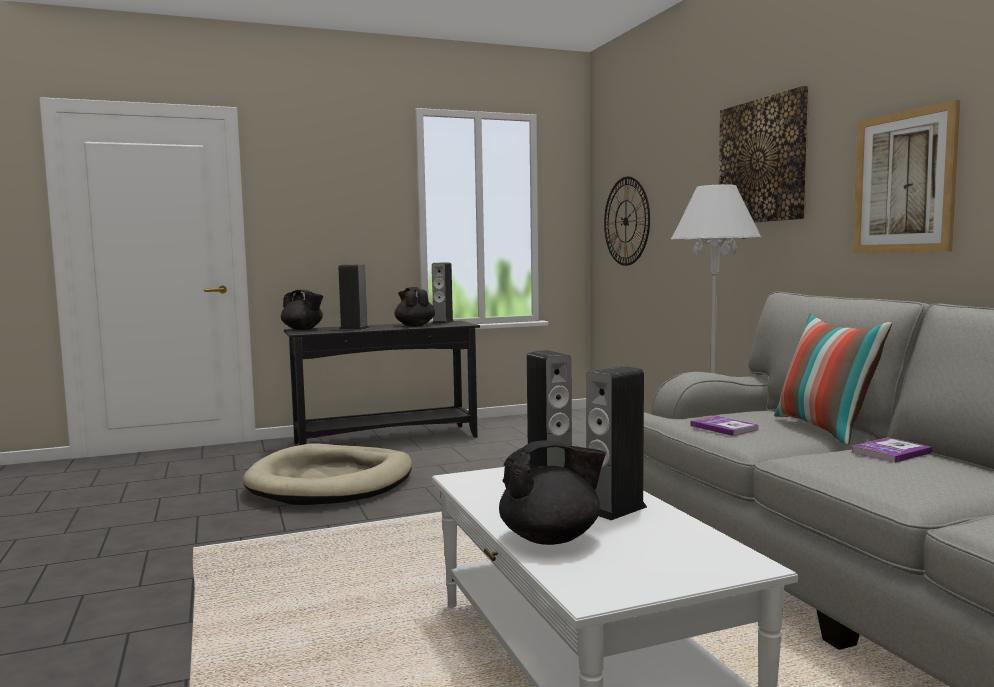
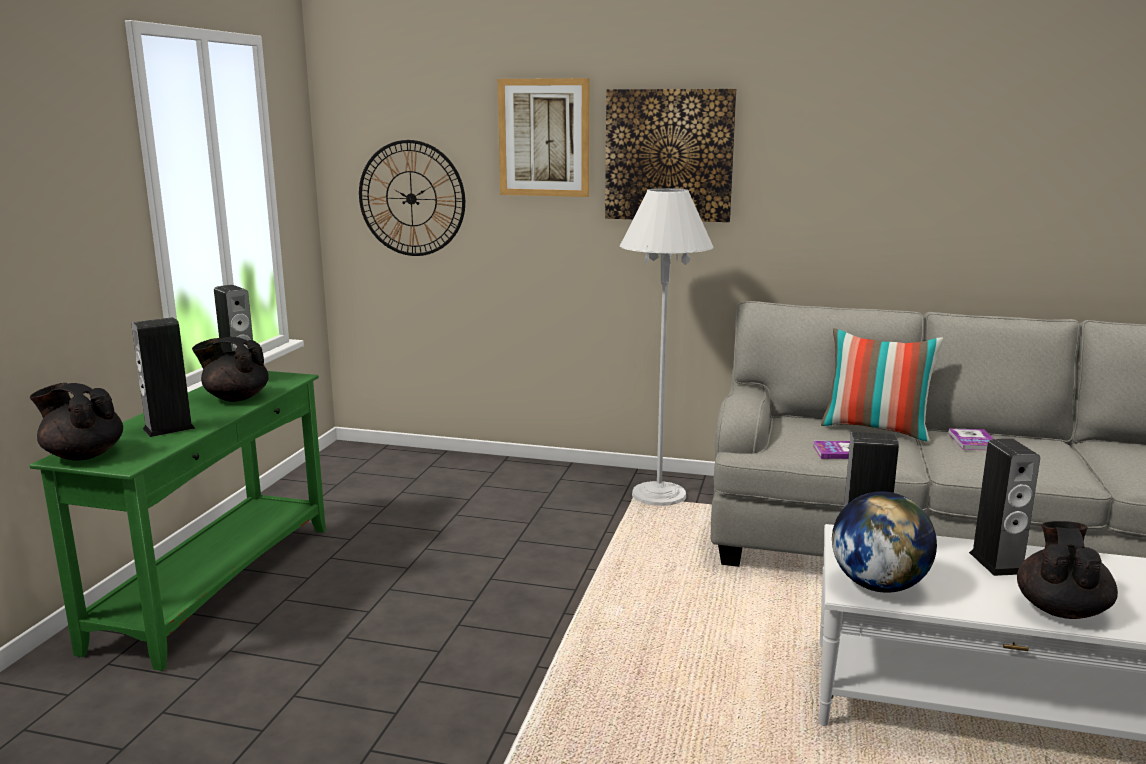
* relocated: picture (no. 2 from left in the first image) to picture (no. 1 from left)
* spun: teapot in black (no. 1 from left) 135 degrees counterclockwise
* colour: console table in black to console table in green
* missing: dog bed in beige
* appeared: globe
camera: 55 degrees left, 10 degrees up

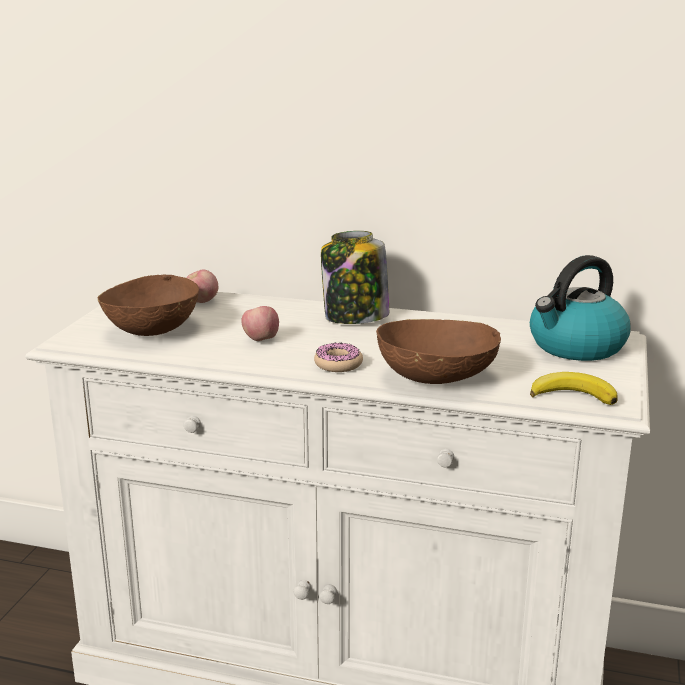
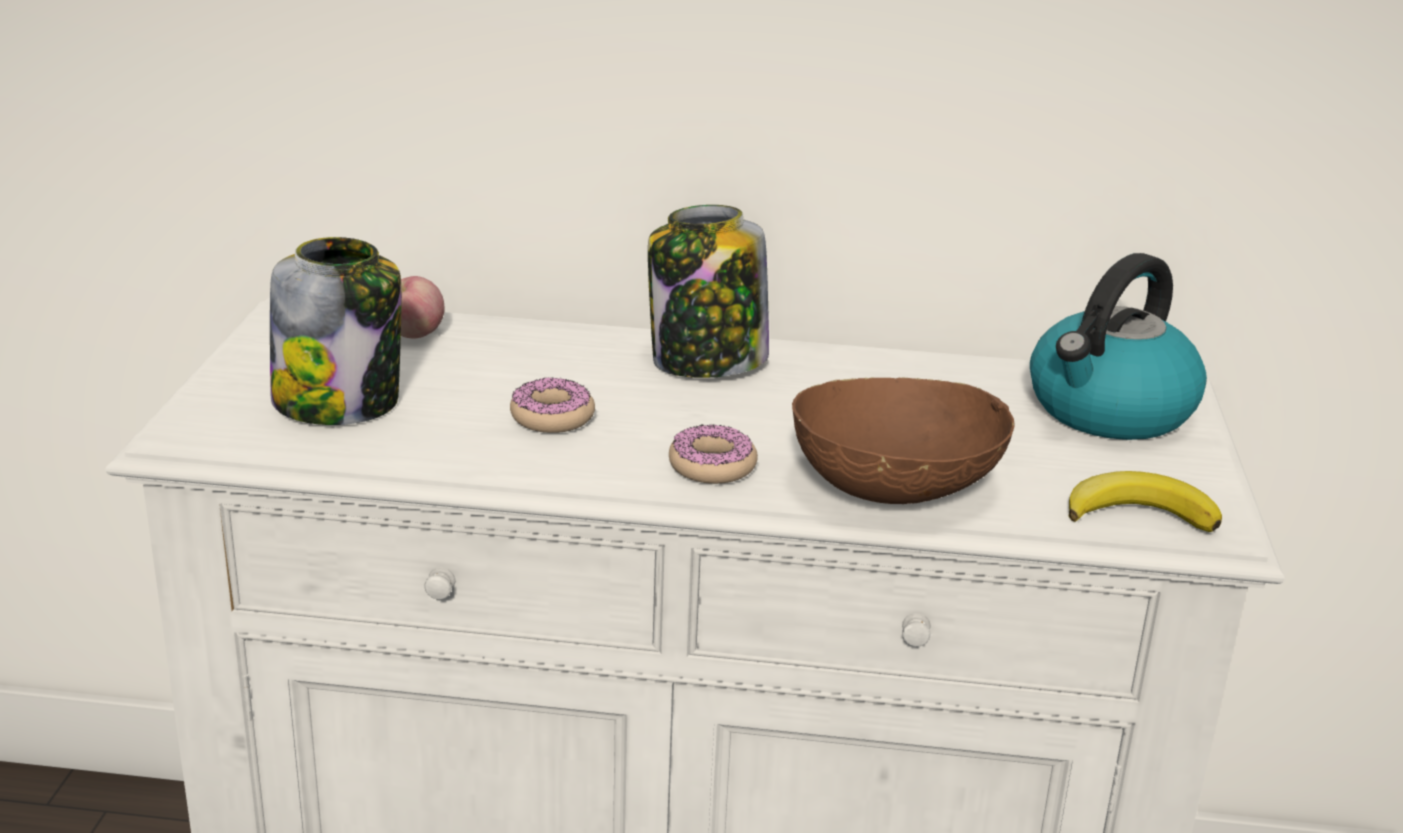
* exchanged: bowl in brown (no. 1 from left) to jar (no. 1 from left)
* exchanged: apple (no. 2 from left) to donut (no. 1 from left)
camera: 10 degrees left, 5 degrees up

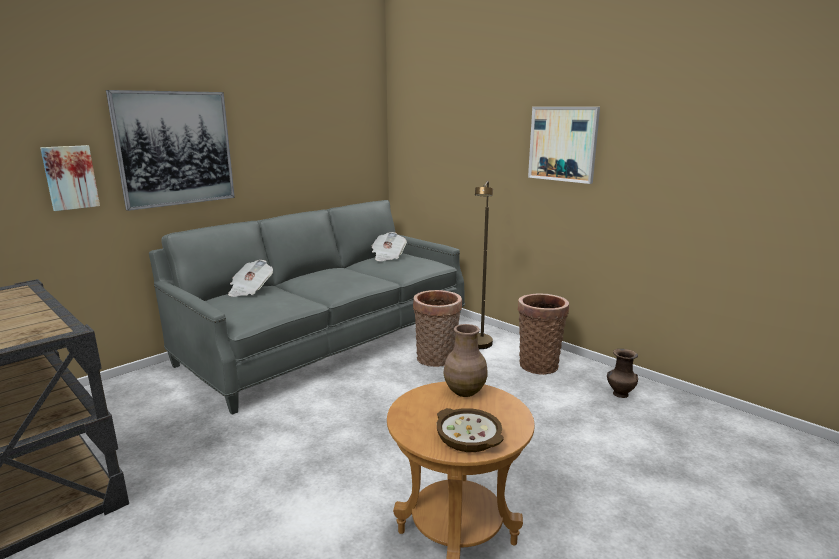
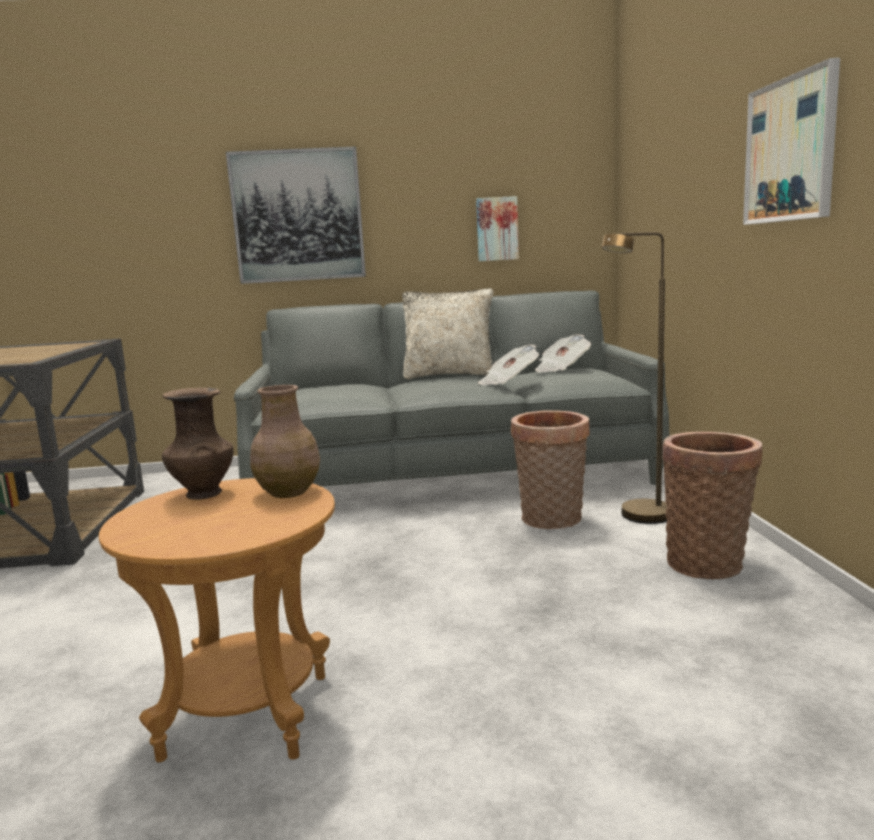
* relocated: picture (no. 1 from left in the first image) to picture (no. 2 from left)
* relocated: newspaper (no. 1 from left)
* relocated: vase in brown (no. 2 from left in the first image) to vase in brown (no. 1 from left)
* missing: bowl
* appeared: pillow in beige
camera: 40 degrees right, 5 degrees down

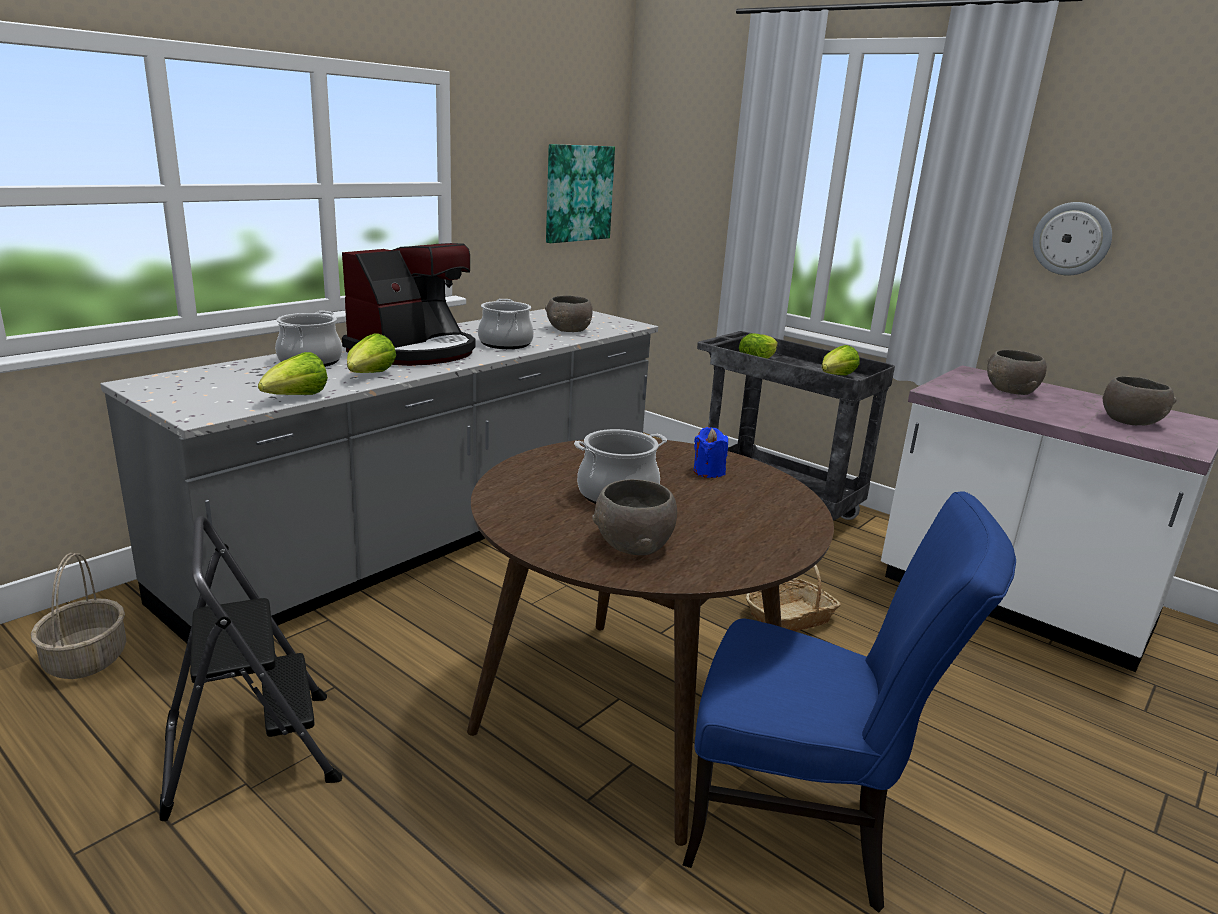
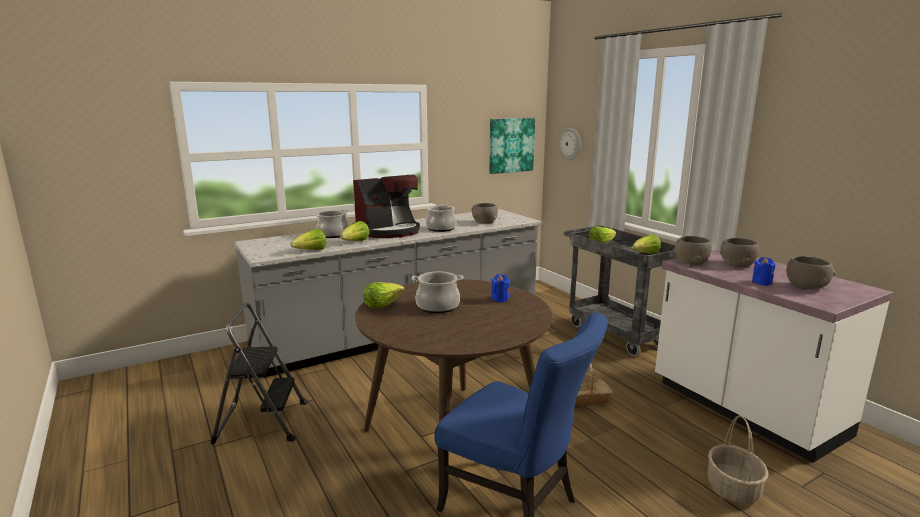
* relocated: wall clock
* relocated: bowl in grey (no. 2 from left)
* relocated: basket (no. 1 from left in the first image) to basket (no. 2 from left)
* appeared: candle in blue (no. 2 from left)
* appeared: lettuce (no. 3 from left)
camera: 20 degrees right, 5 degrees down

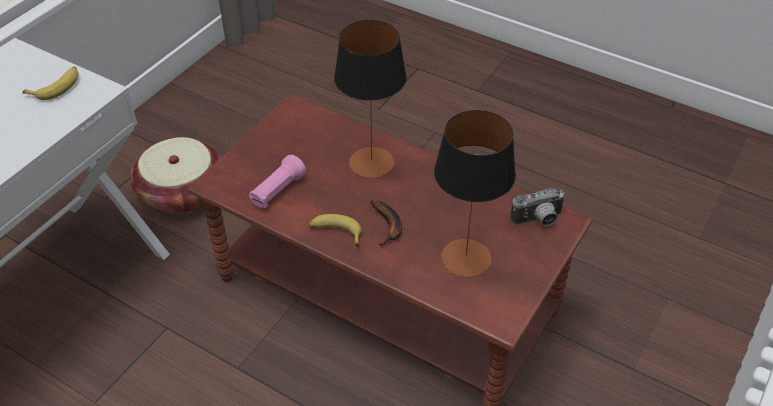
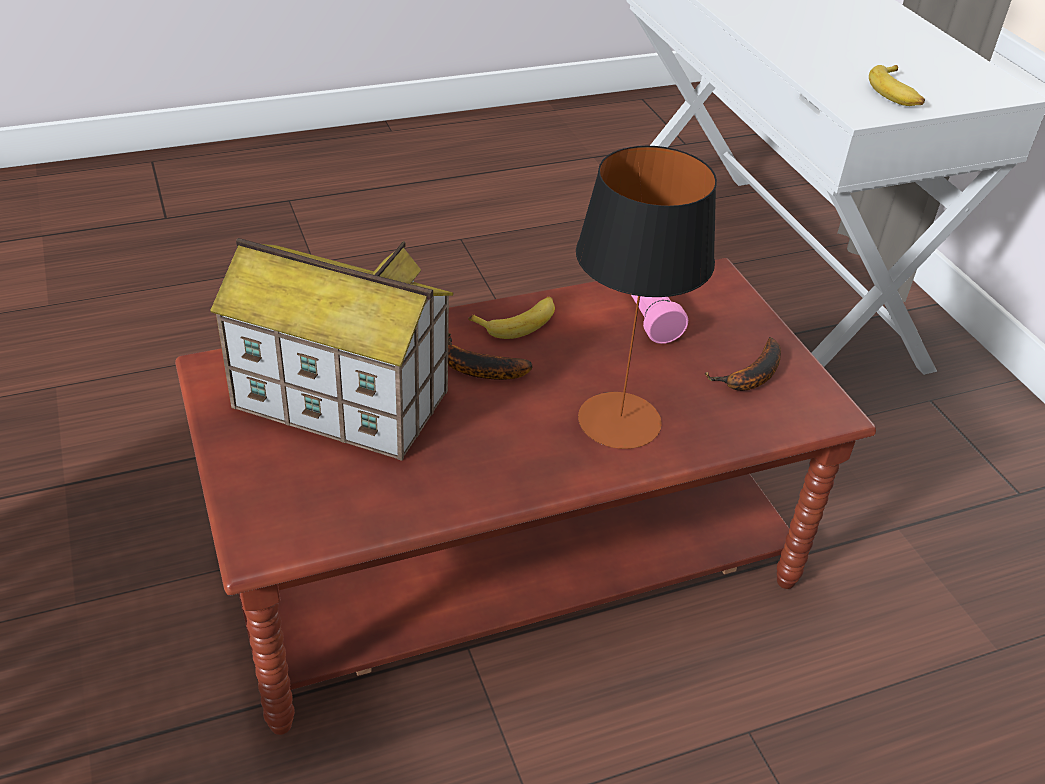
* exchanged: table lamp (no. 2 from left) to toy house
* missing: basket
* missing: photo camera
* appeared: banana (no. 3 from left)
camera: 125 degrees right, 5 degrees down

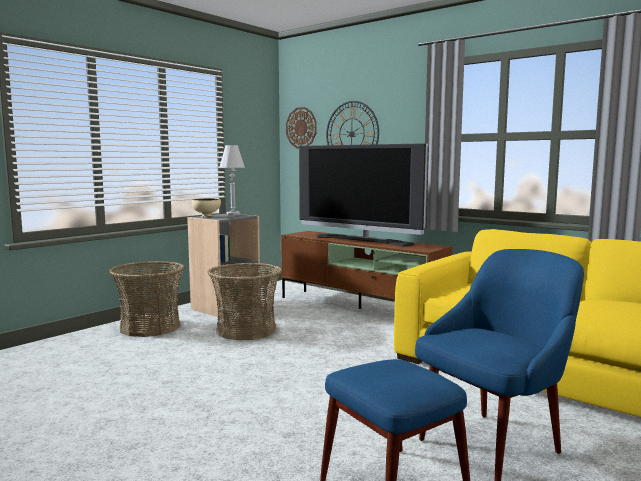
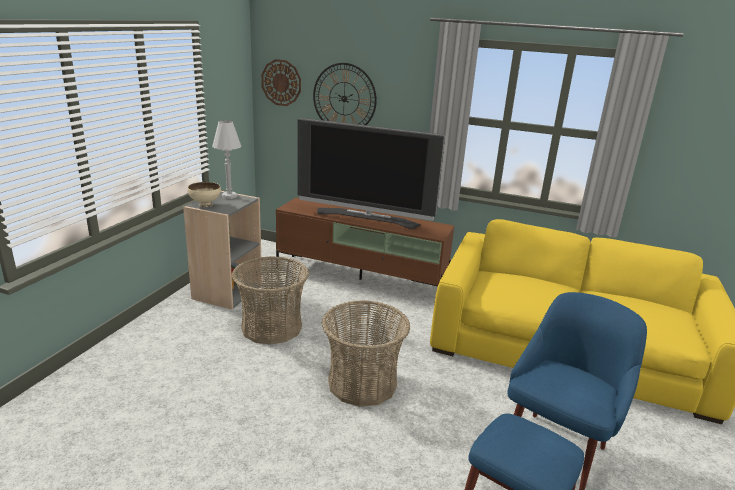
* relocated: basket (no. 1 from left in the first image) to basket (no. 2 from left)
camera: 20 degrees left, 15 degrees up

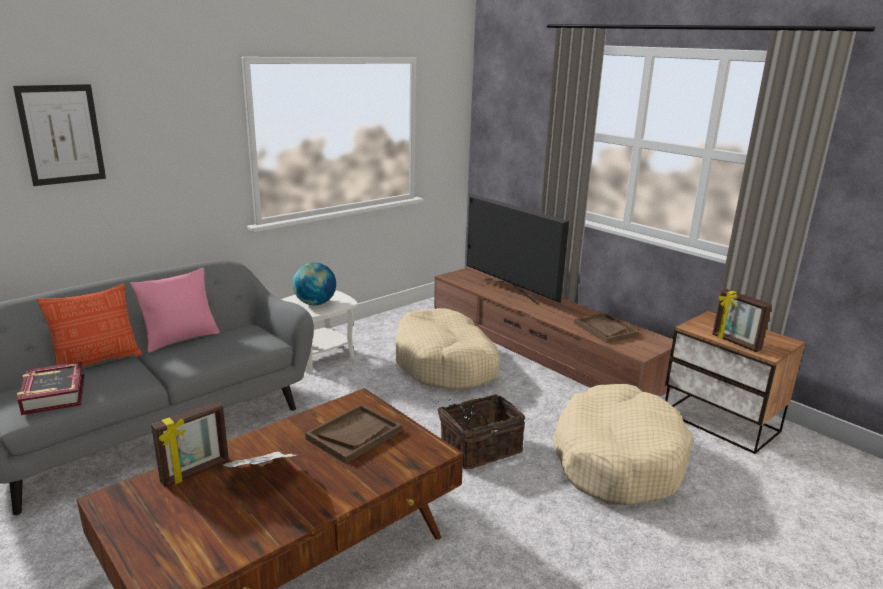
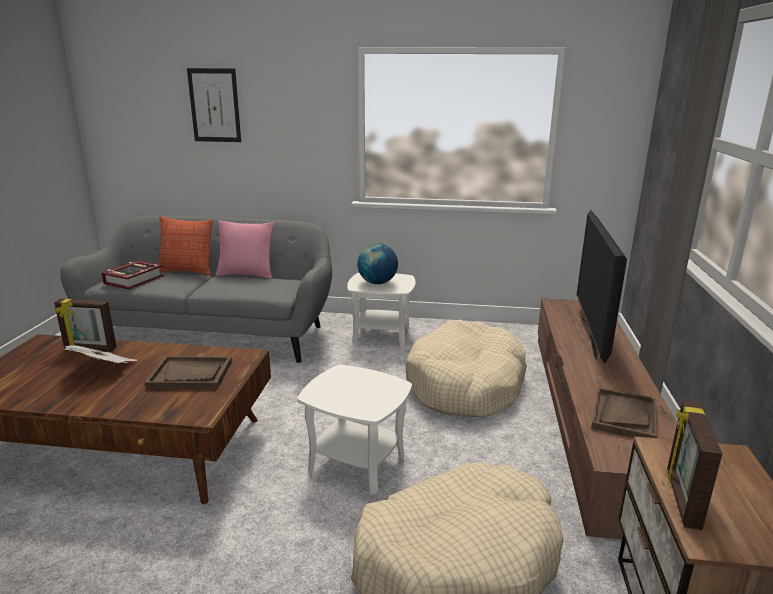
* exchanged: basket to side table in white (no. 1 from left)
camera: 50 degrees right, 0 degrees up

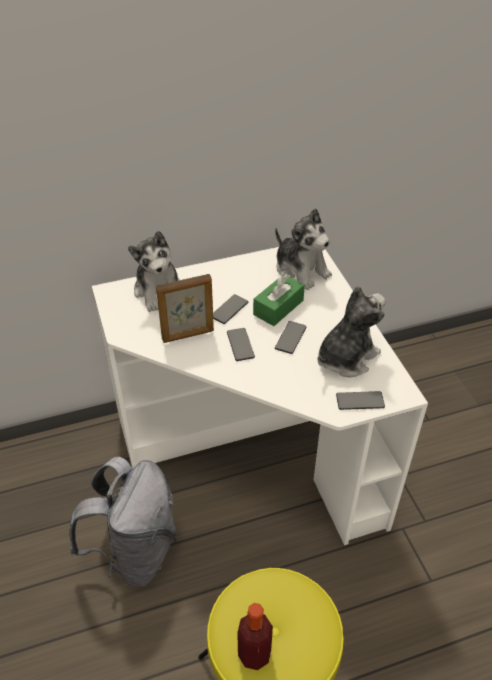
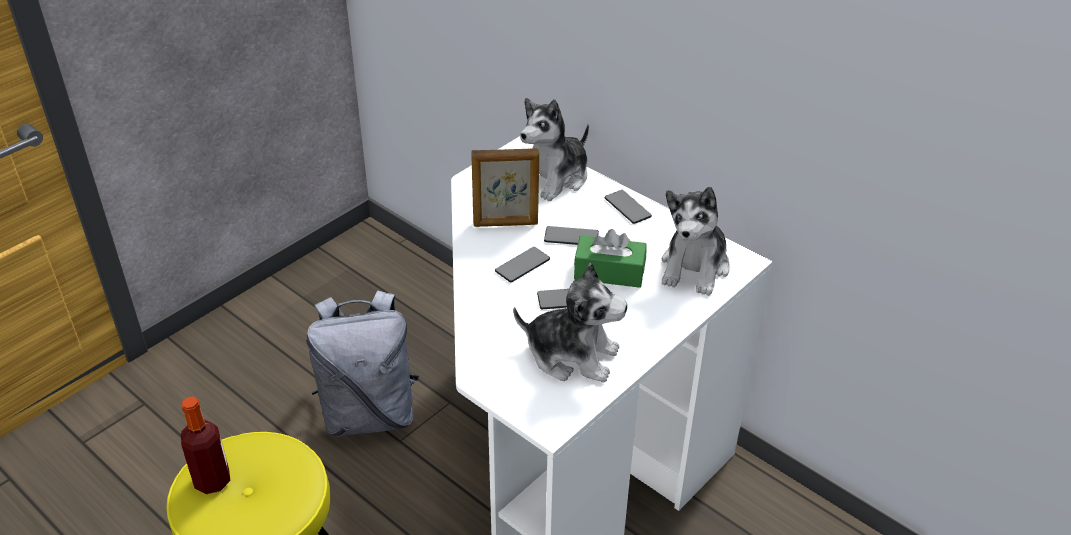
* spun: picture frame 45 degrees counterclockwise
* relocated: phone (no. 4 from left)
camera: 60 degrees right, 5 degrees down

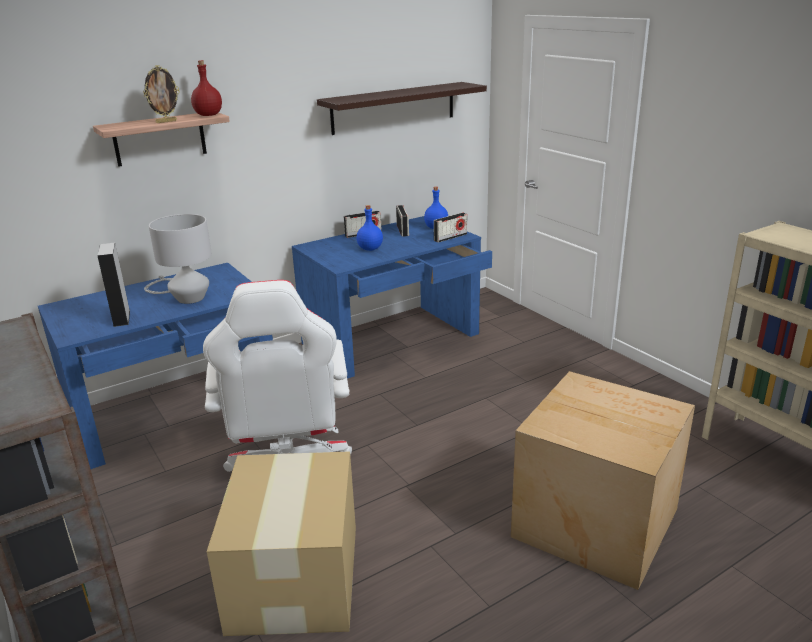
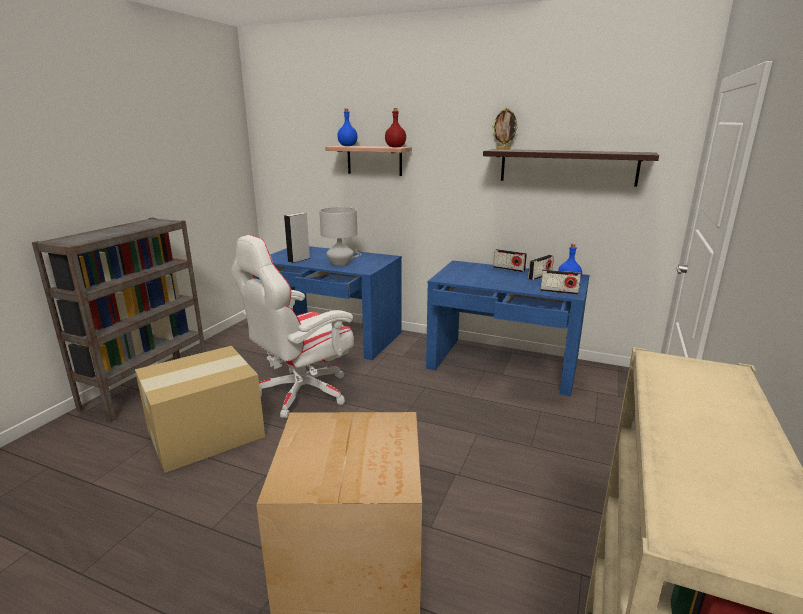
* relocated: picture frame
* relocated: bottle in blue (no. 1 from left)
camera: 55 degrees right, 5 degrees down

